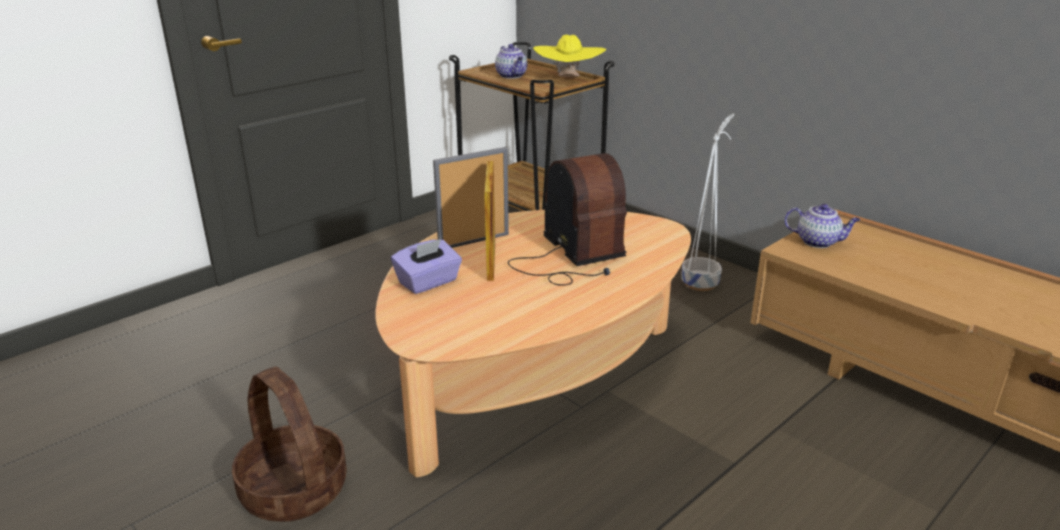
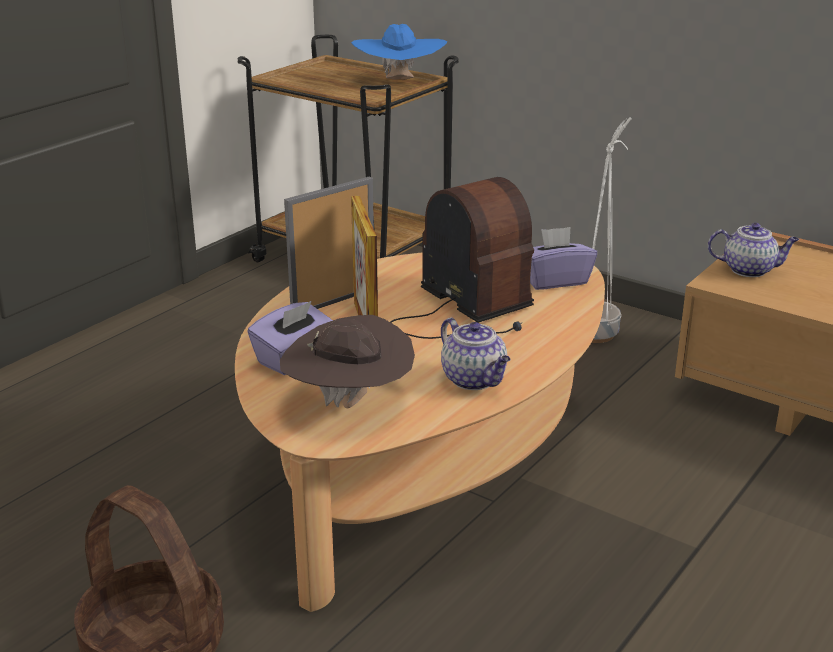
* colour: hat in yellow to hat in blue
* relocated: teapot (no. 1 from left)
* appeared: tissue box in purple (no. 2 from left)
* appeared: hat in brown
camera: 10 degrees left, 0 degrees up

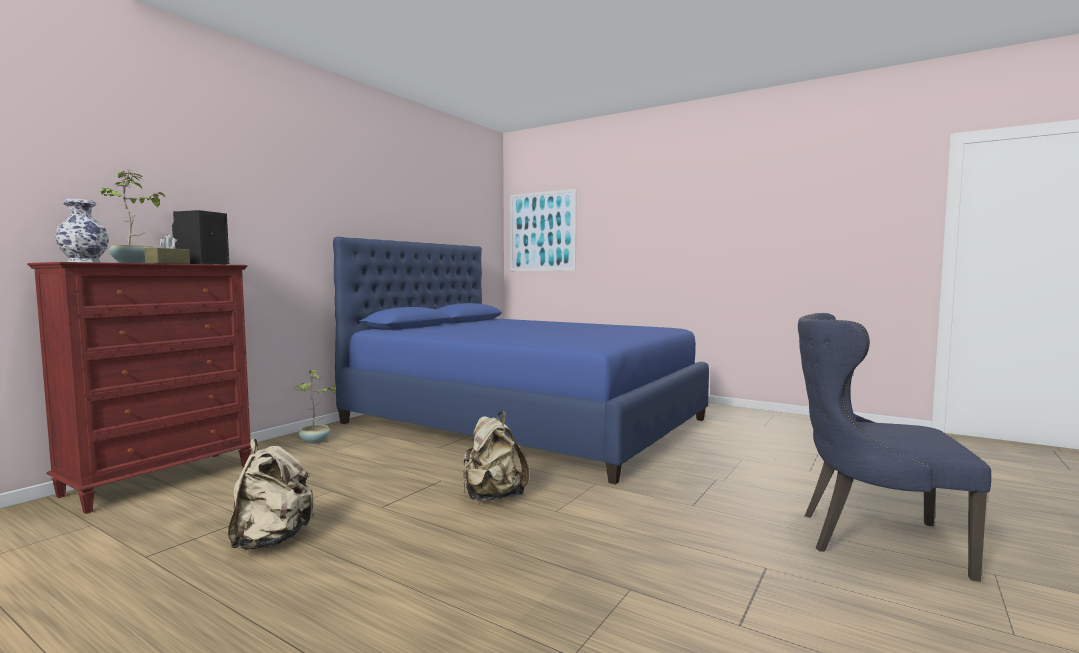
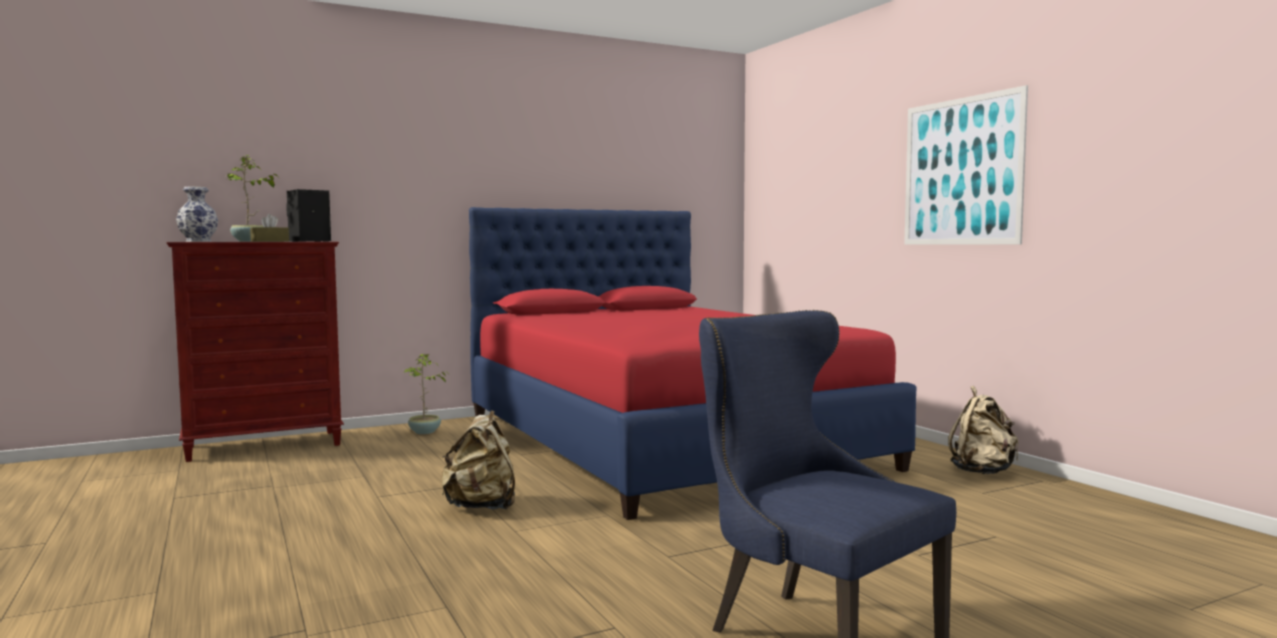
* relocated: picture
* colour: bed in blue to bed in red
* relocated: backpack in beige (no. 1 from left in the first image) to backpack in beige (no. 2 from left)
camera: 30 degrees right, 0 degrees up

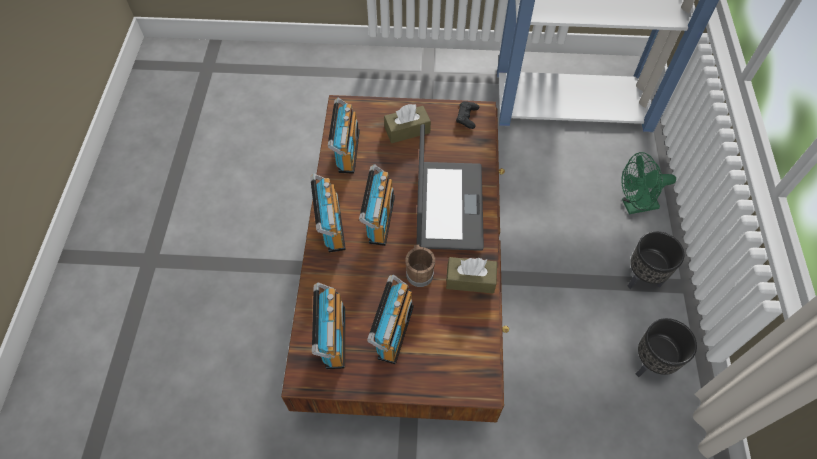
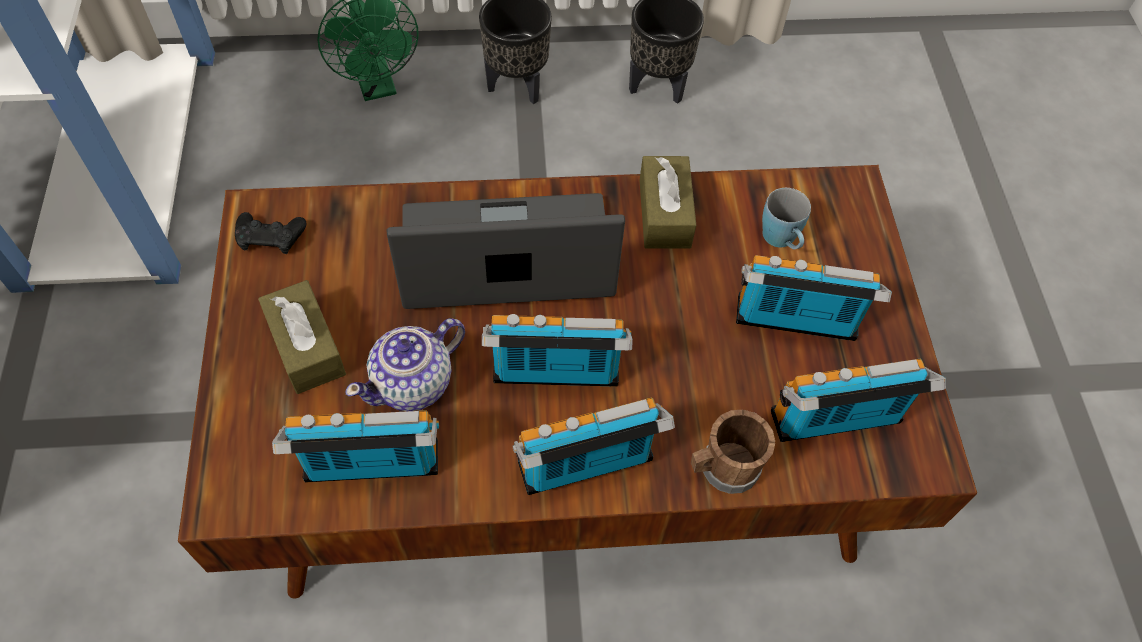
* relocated: mug in brown
* appeared: mug in blue
* appeared: teapot
camera: 100 degrees left, 0 degrees up

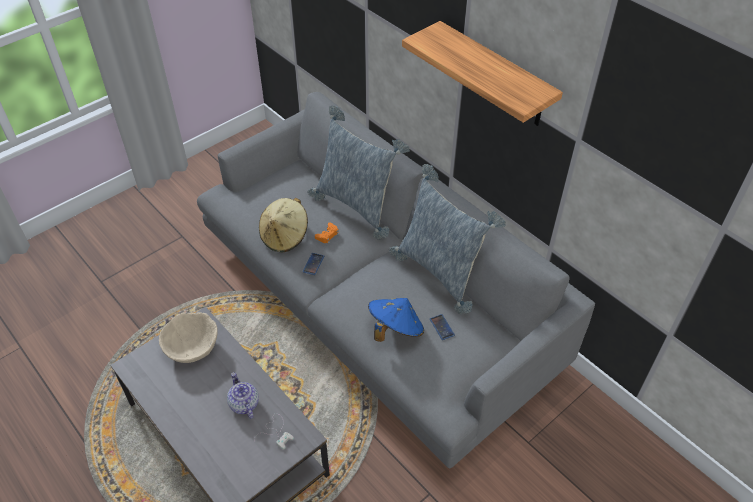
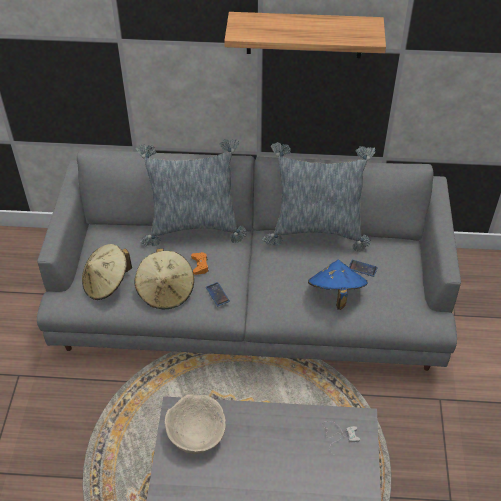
* missing: teapot
* appeared: hat in beige (no. 1 from left)
camera: 45 degrees left, 0 degrees up

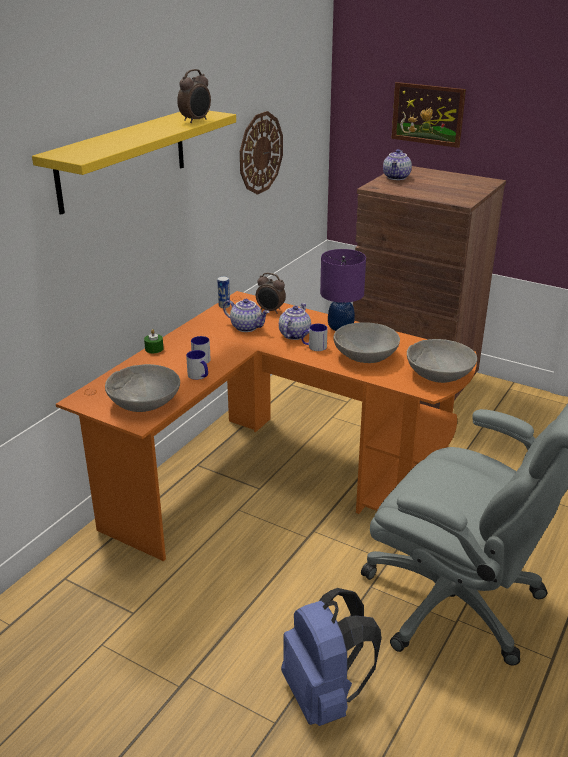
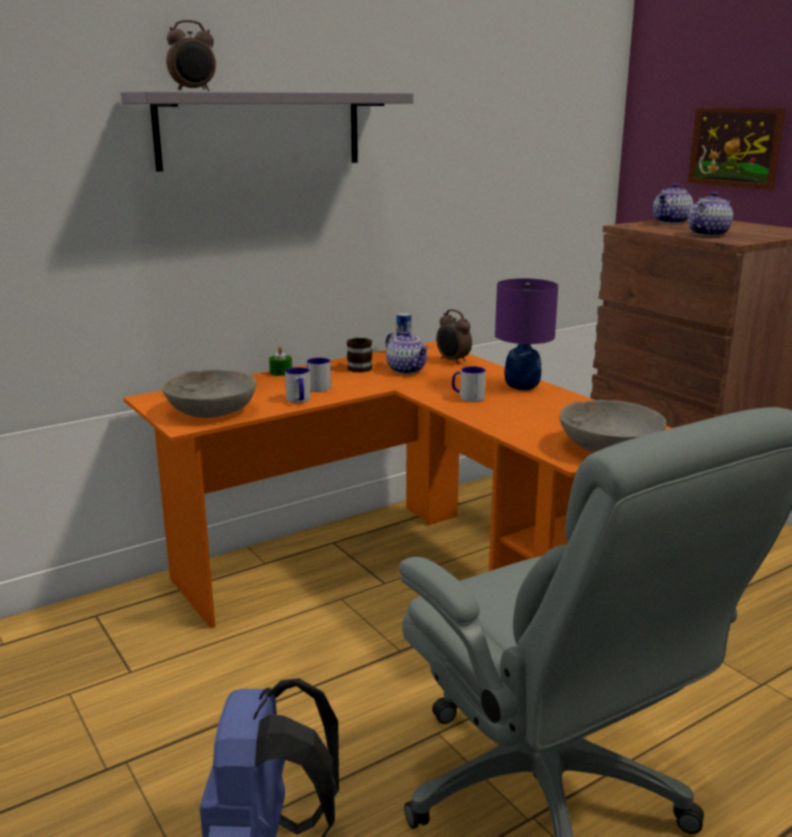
* relocated: alarm clock (no. 1 from left)
* colour: shelf in yellow to shelf in grey
* missing: wall clock
* relocated: teapot (no. 2 from left in the first image) to teapot (no. 3 from left)
* missing: bowl in grey (no. 2 from left)
* appeared: mug (no. 3 from left)
camera: 25 degrees right, 10 degrees down

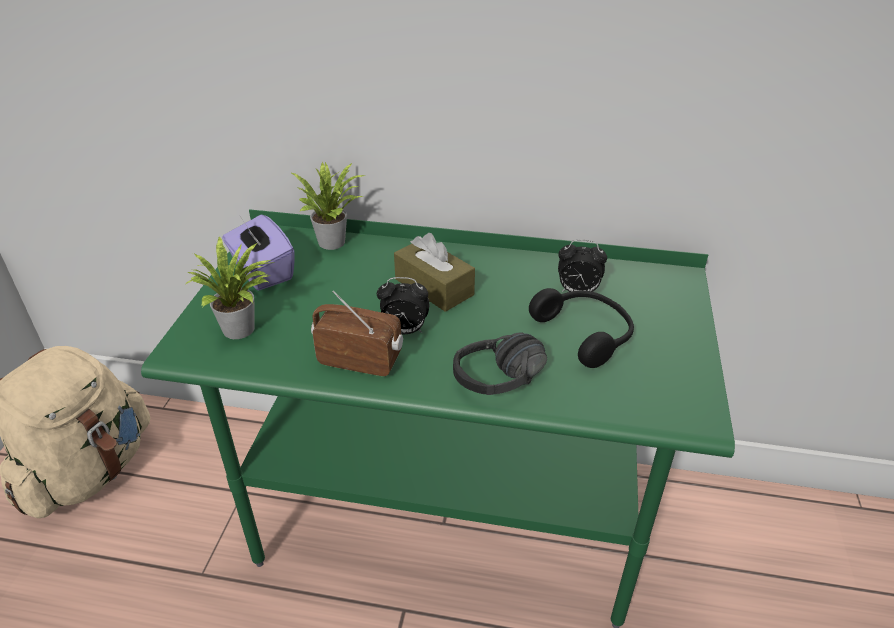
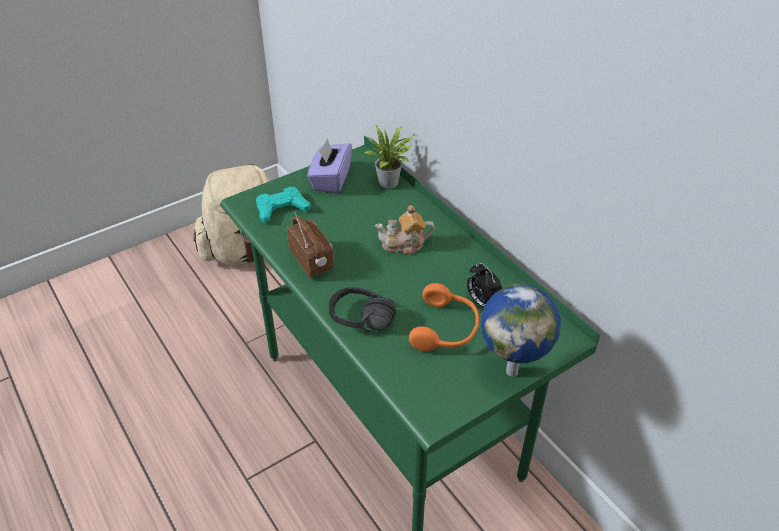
* exchanged: tissue box in brown to teapot
* exchanged: potted plant (no. 1 from left) to game controller in turquoise
* missing: alarm clock (no. 1 from left)
* colour: headphones in black (no. 2 from left) to headphones in orange
* appeared: globe
camera: 45 degrees right, 5 degrees up

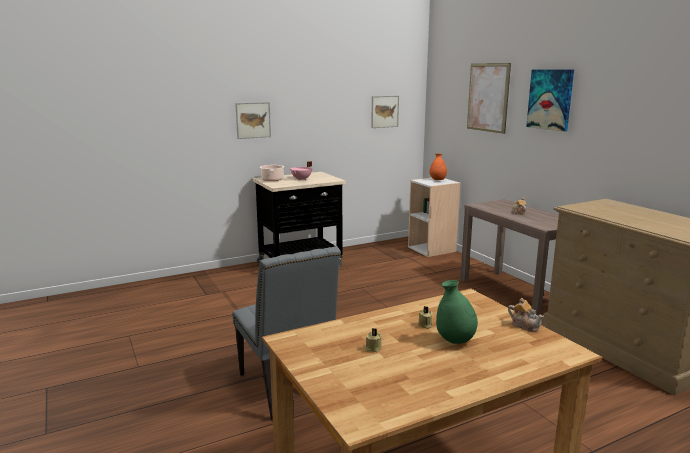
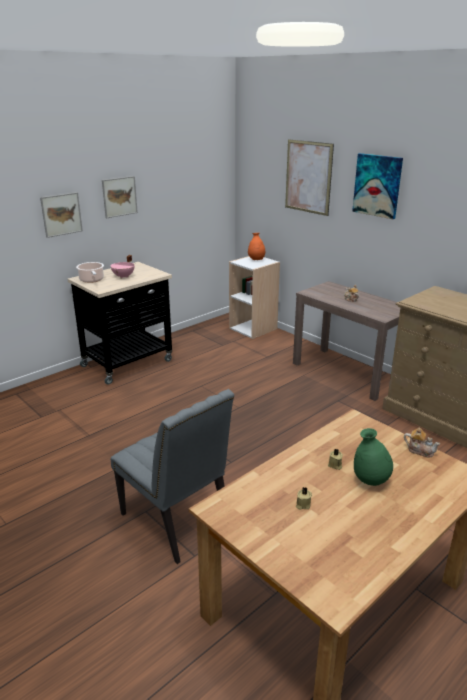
* relocated: picture (no. 2 from left)
camera: 15 degrees left, 10 degrees up

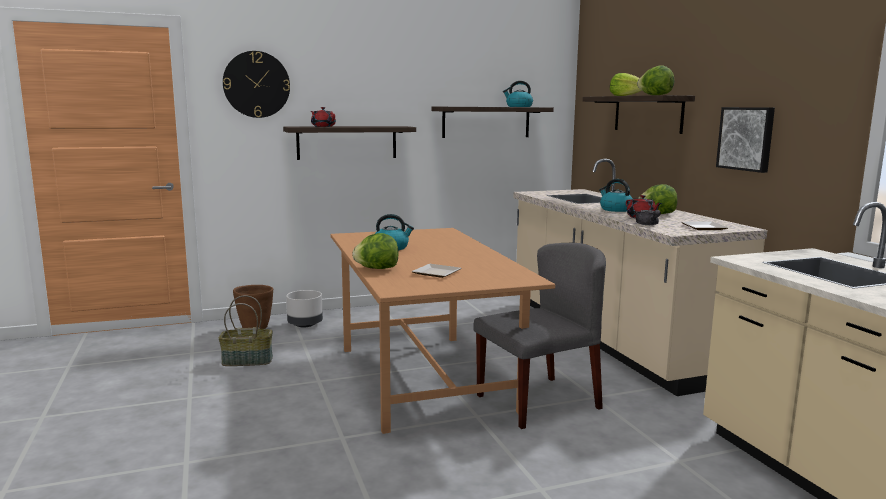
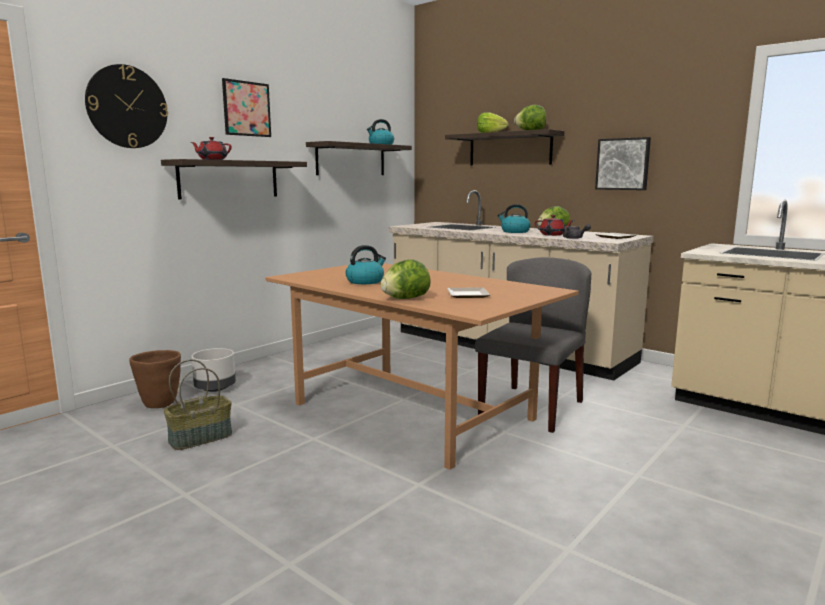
* appeared: picture (no. 1 from left)
camera: 30 degrees left, 0 degrees up

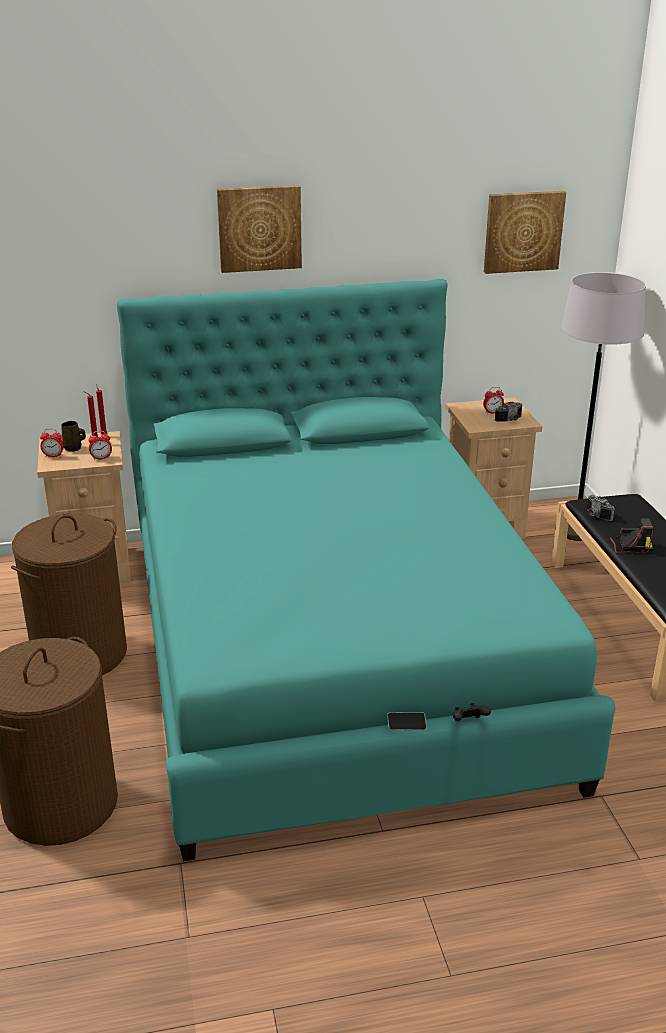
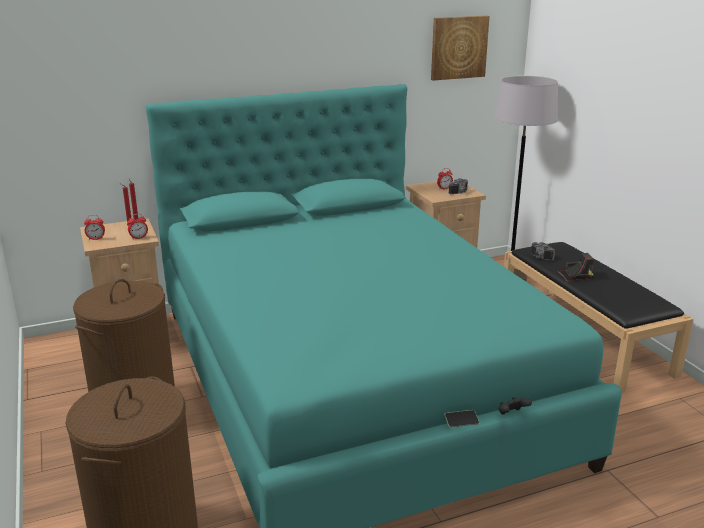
* missing: picture (no. 1 from left)
* missing: mug in brown
camera: 10 degrees left, 5 degrees down

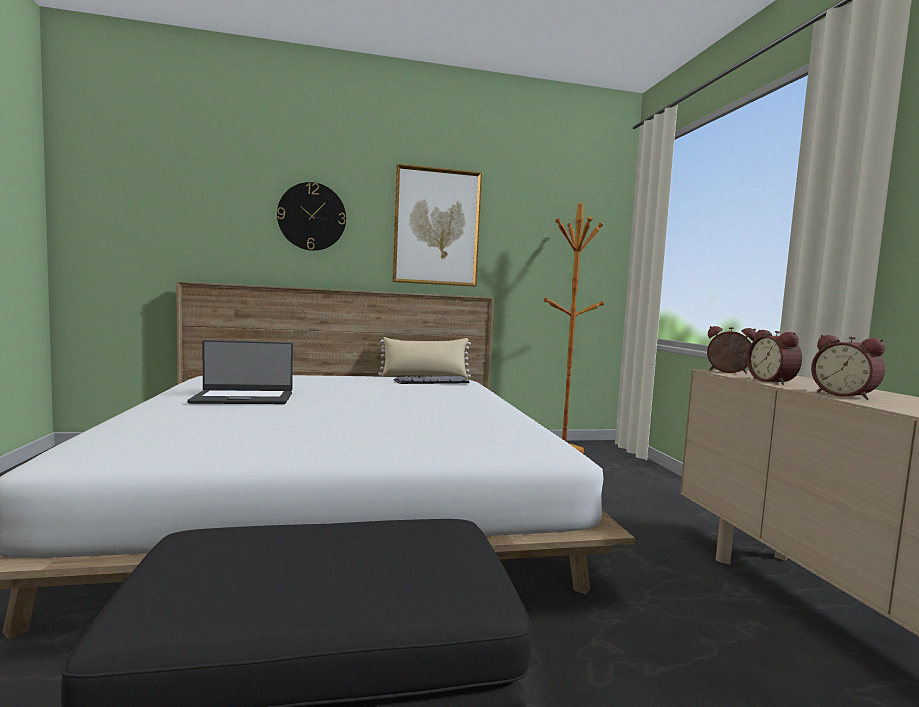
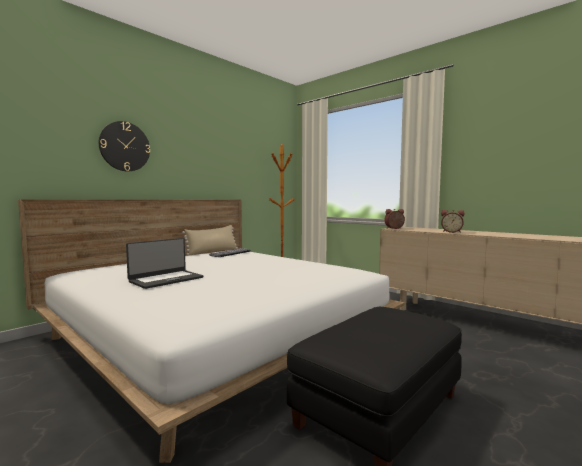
* missing: picture
* missing: alarm clock (no. 2 from left)
camera: 35 degrees left, 0 degrees up

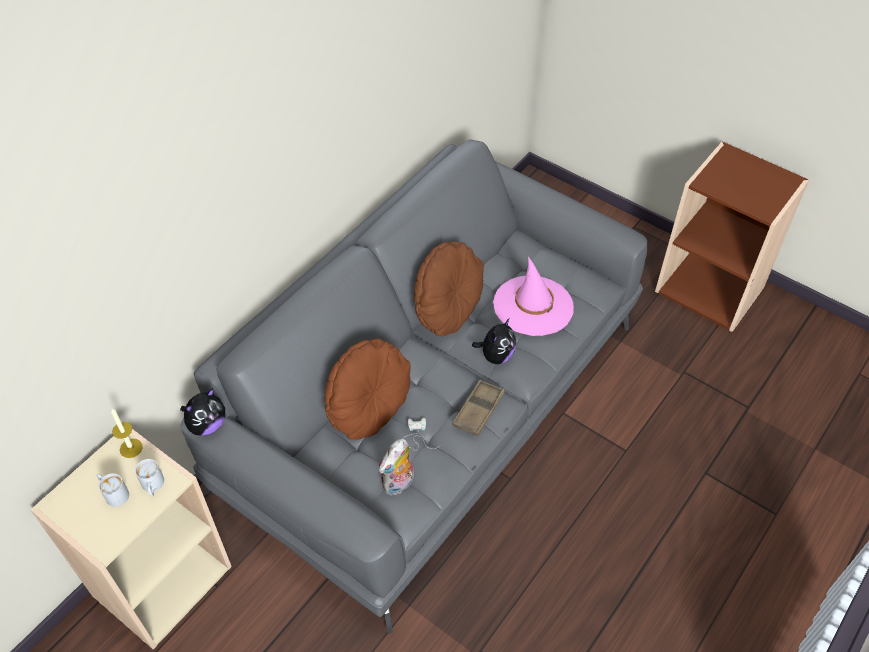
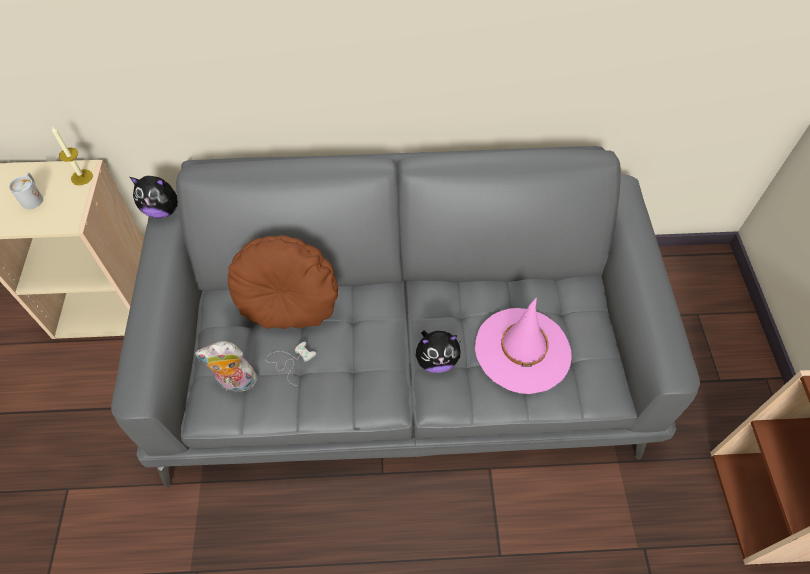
* missing: pillow in brown (no. 2 from left)
* missing: tray in brown
* missing: mug in white (no. 2 from left)
camera: 50 degrees right, 5 degrees up

